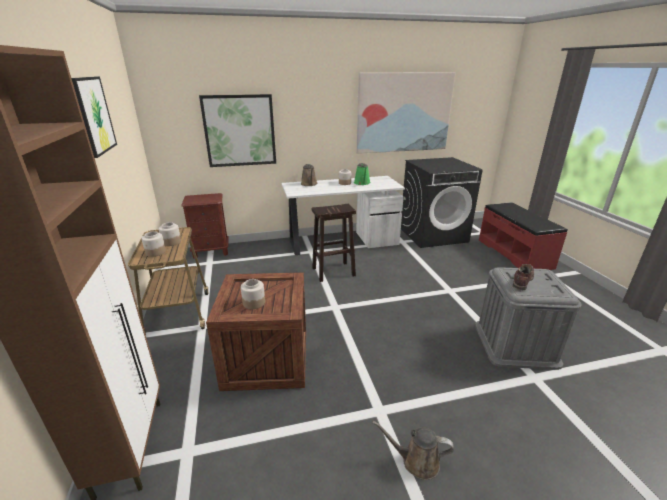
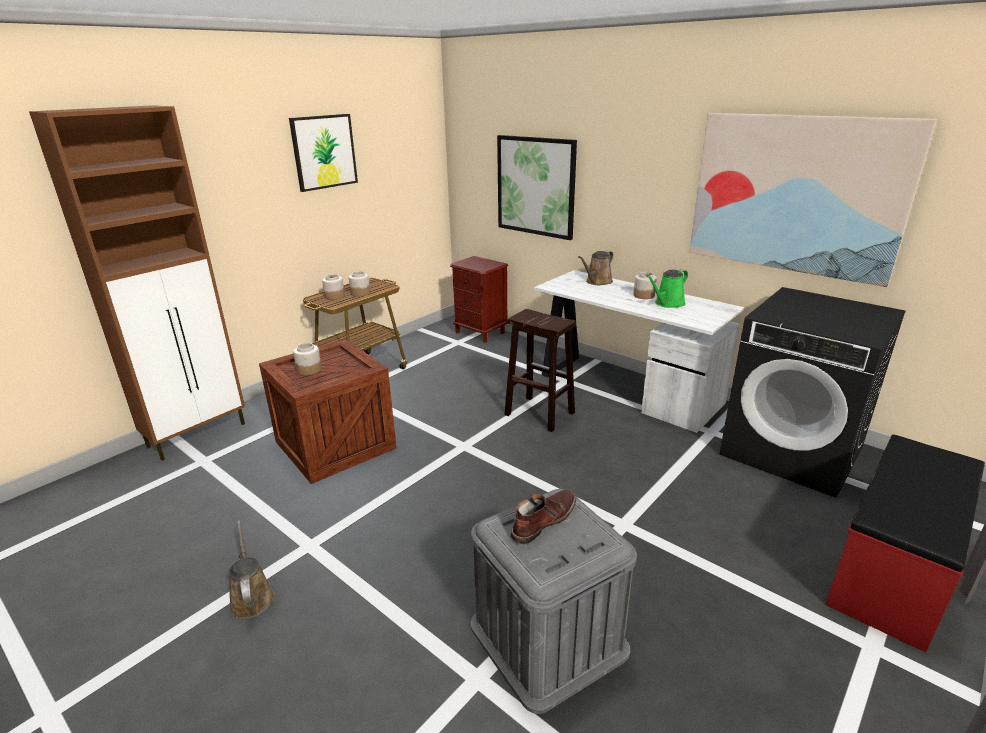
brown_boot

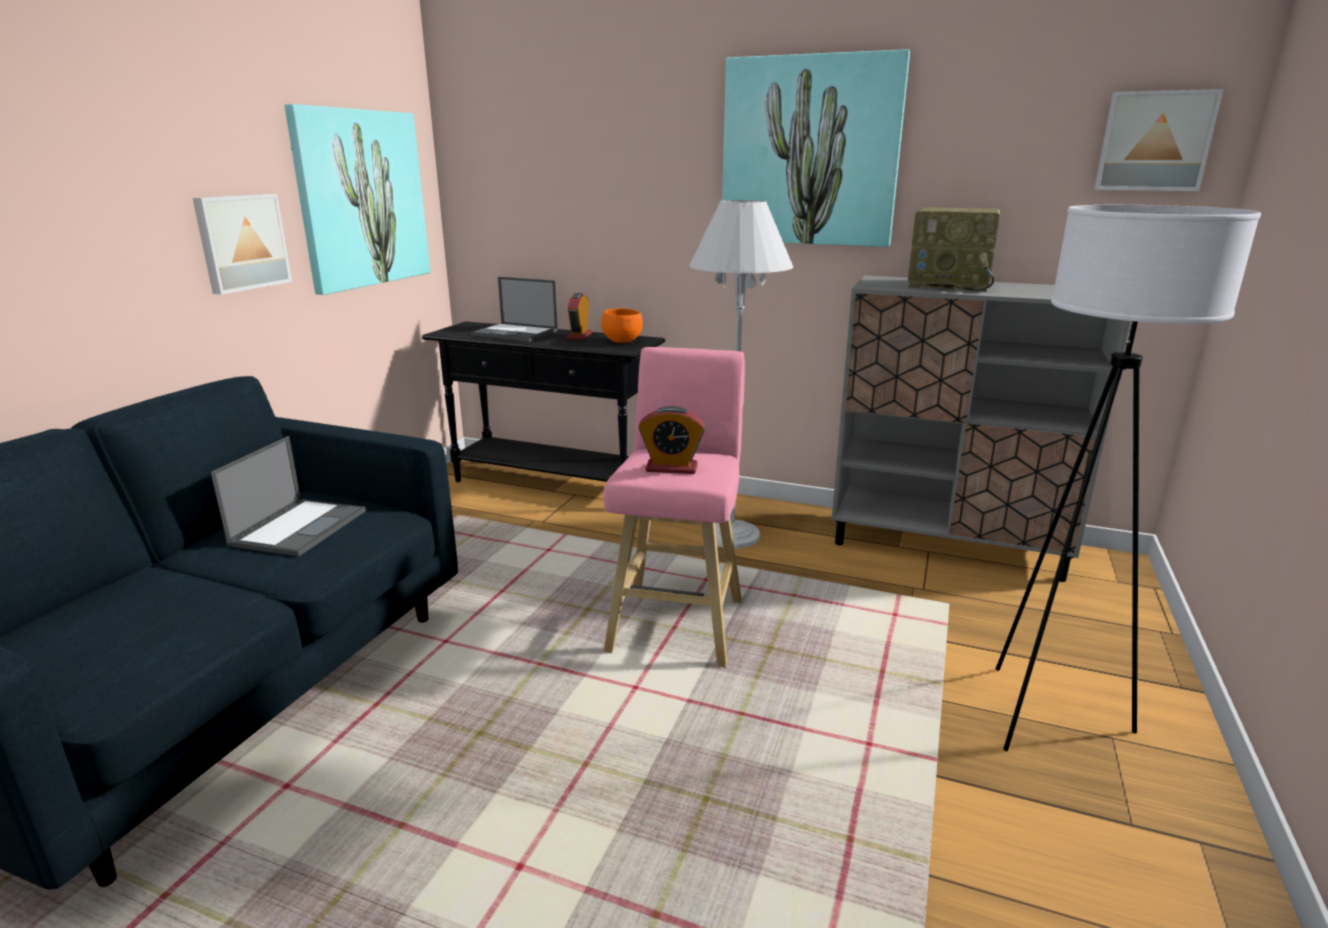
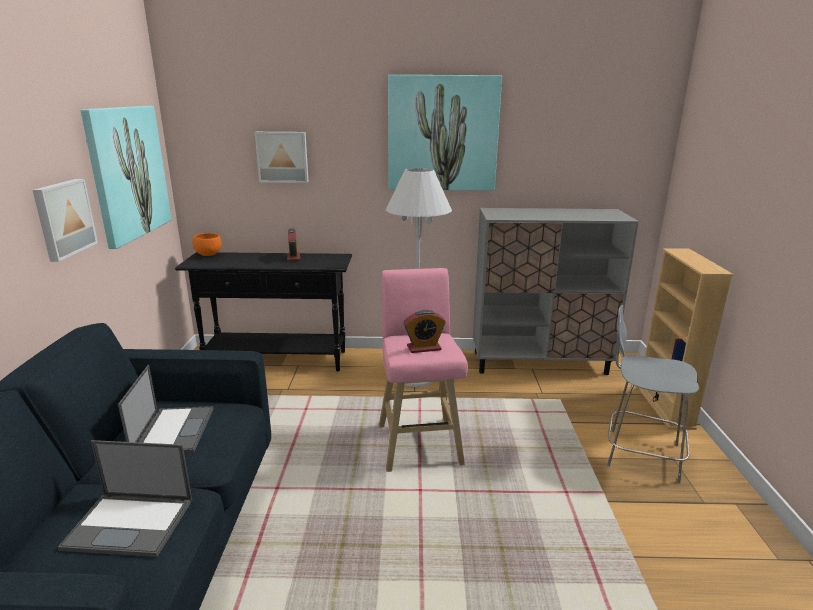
laptop (1st from left)
orange_bowl
radio
grey_stool
picture (3rd from left)
beige_bookcase

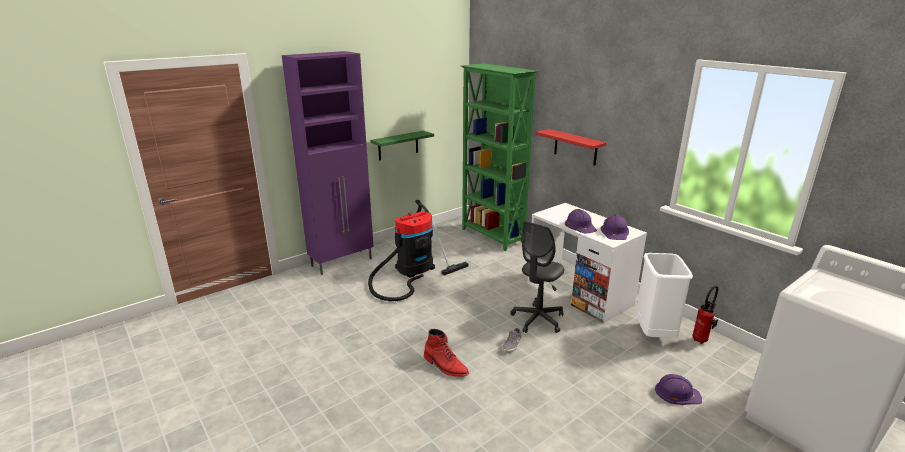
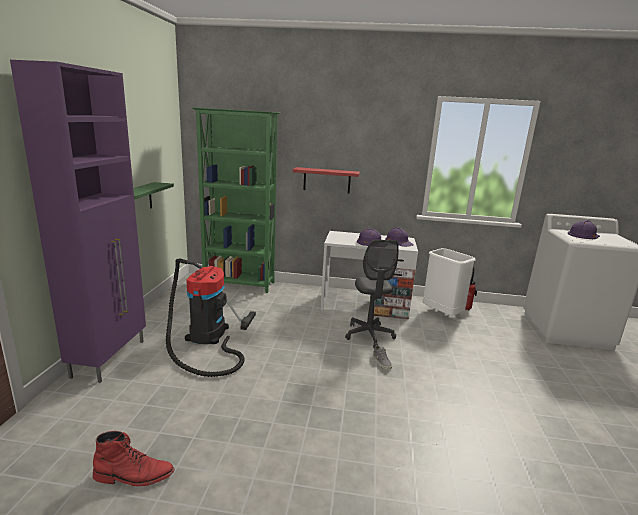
red_boot
purple_hard_hat (3rd from left)

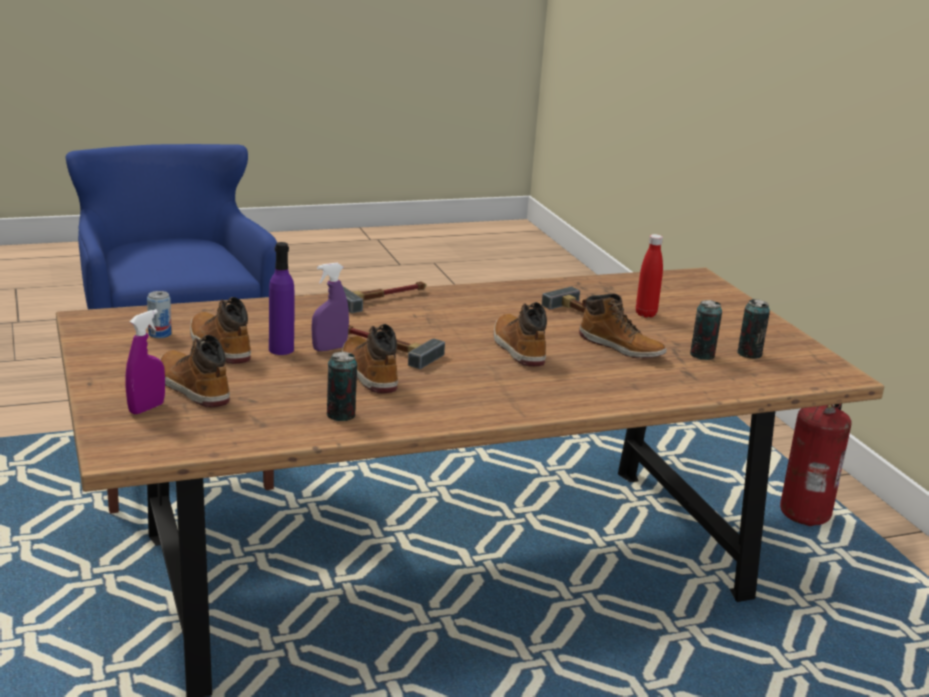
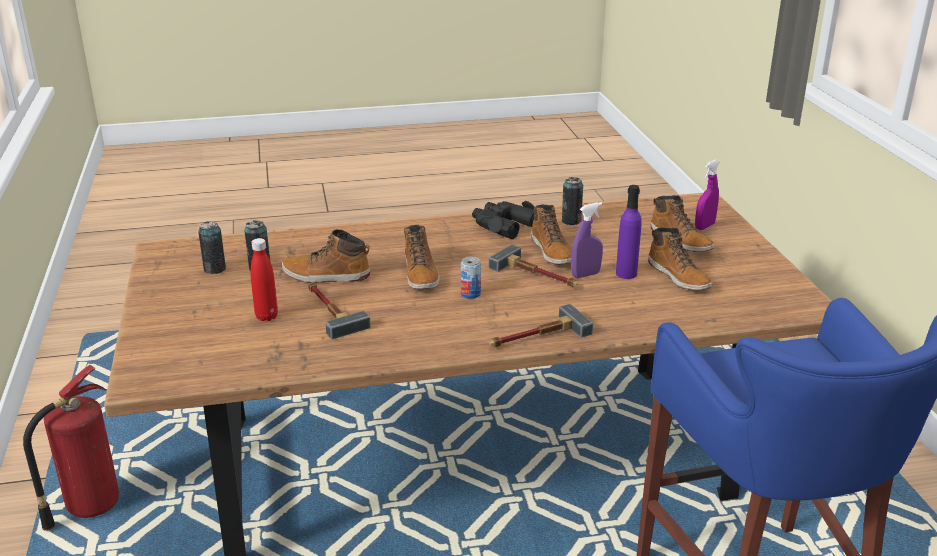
can (3rd from left)
boot (1st from left)
black_binoculars

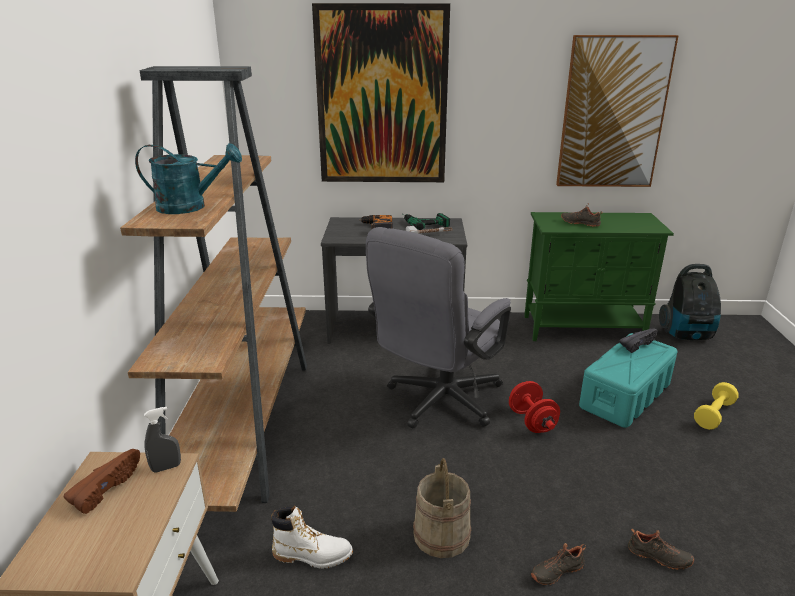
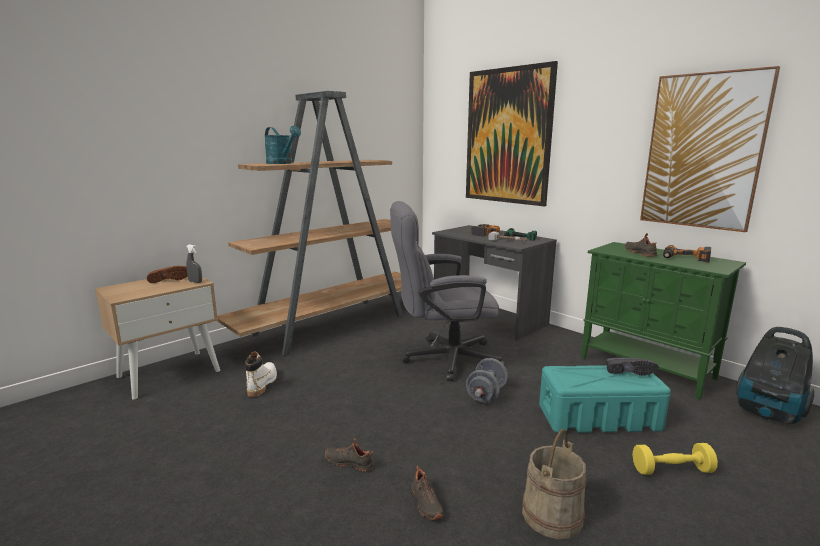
white_boot
beige_bucket
grey_dumbbell
power_drill (3rd from left)

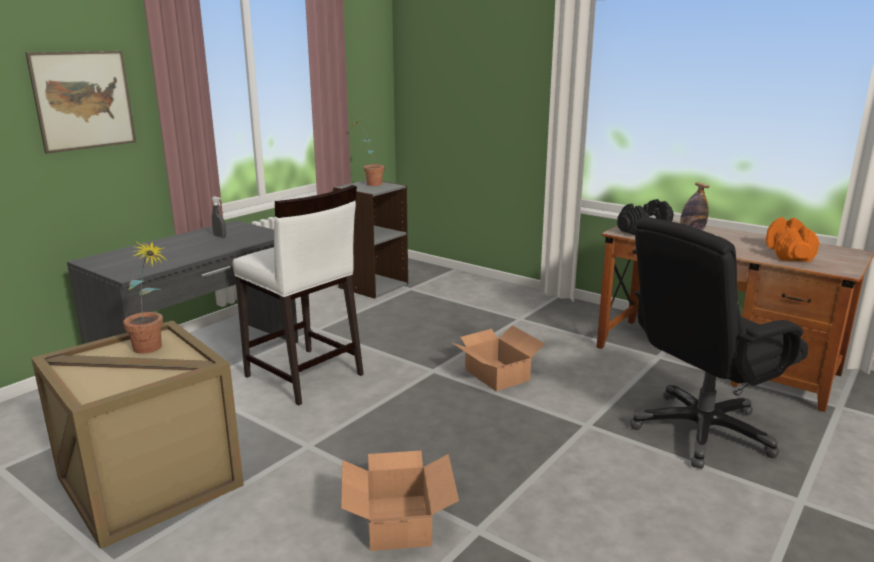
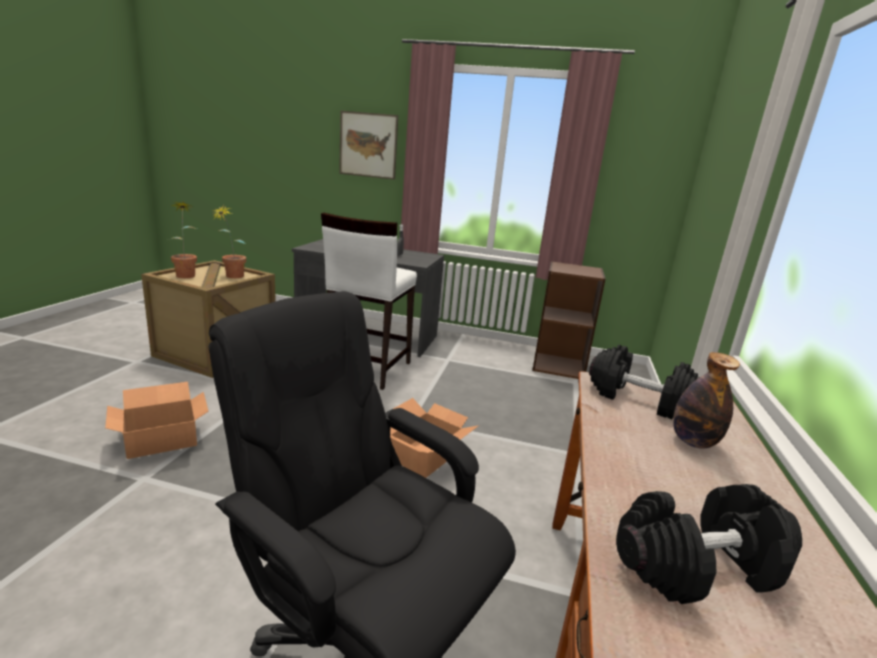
brown_bookcase
potted_plant (1st from left)
black_dumbbell (2nd from left)

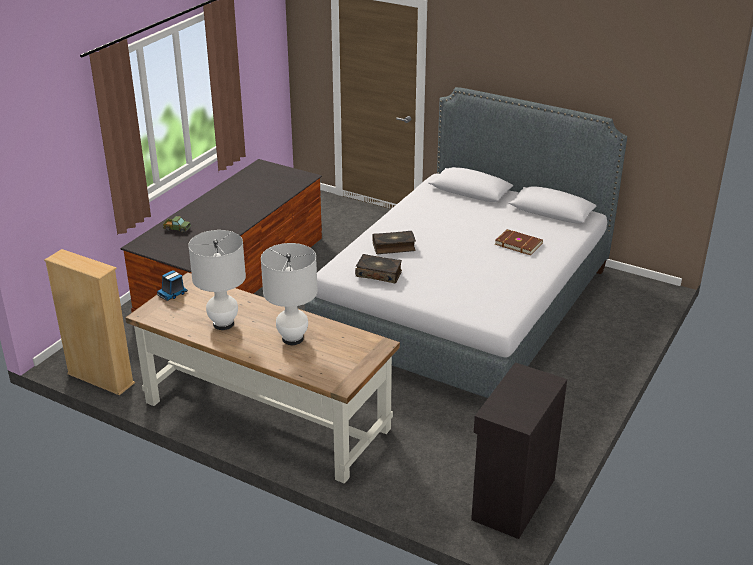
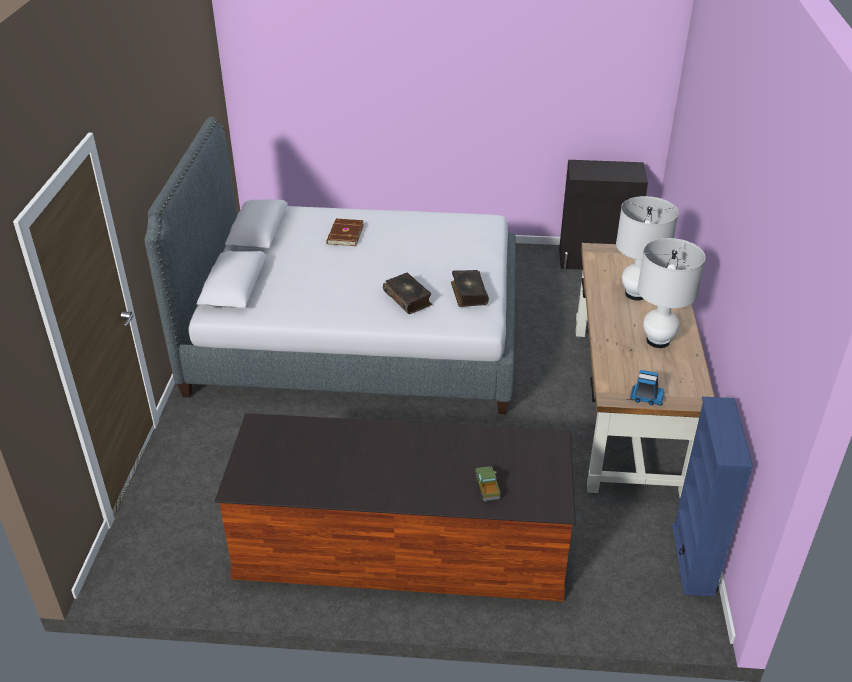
blue_bookcase

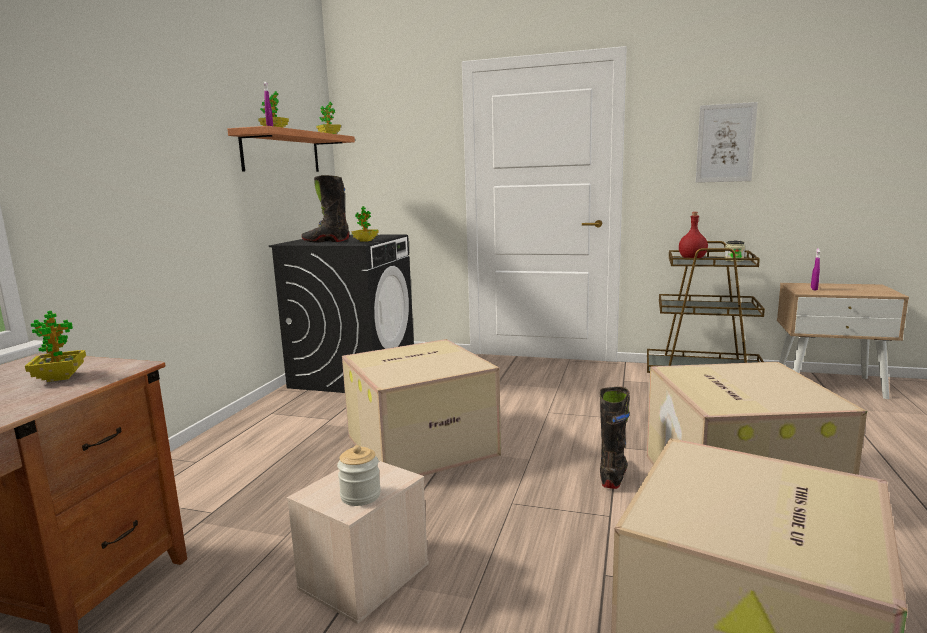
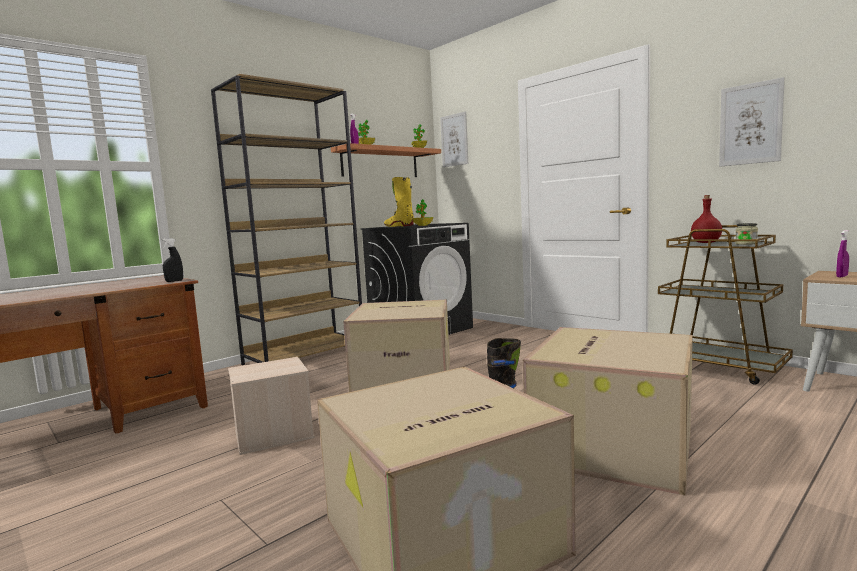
potted_plant (1st from left in the first image)
yellow_boot
jar (1st from left in the first image)
black_spray_bottle
brown_bookcase
picture (1st from left)

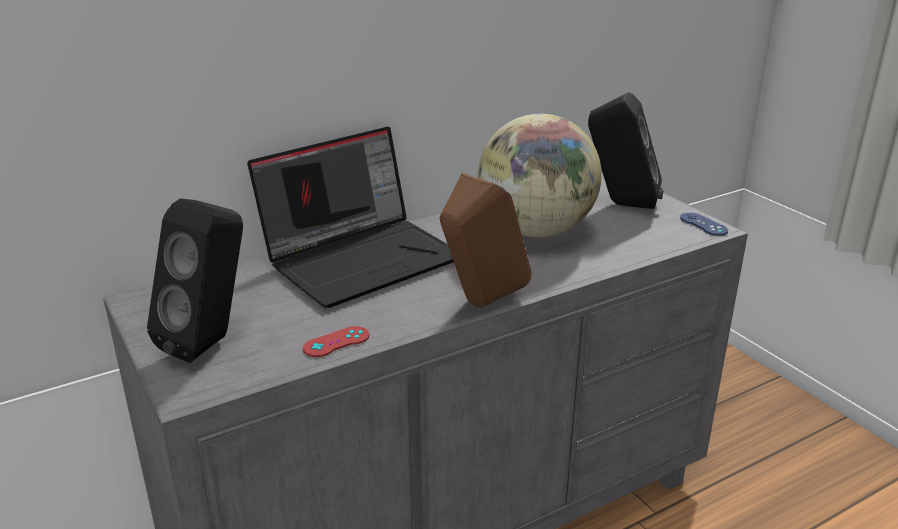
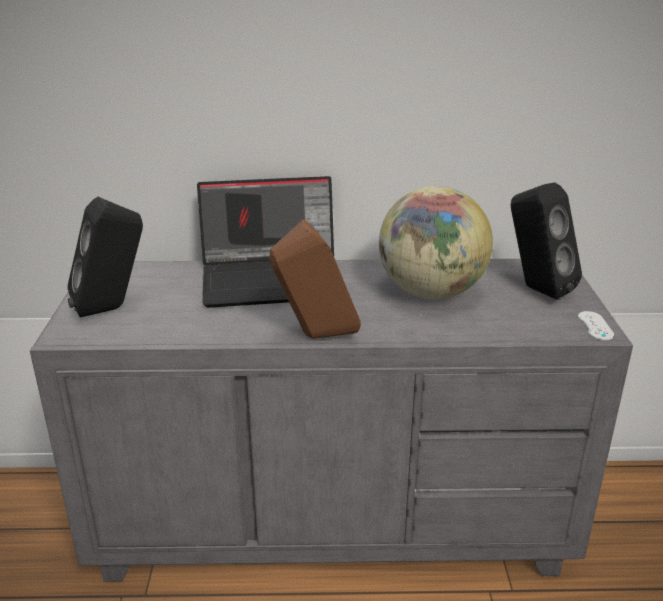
red_game_controller
white_game_controller

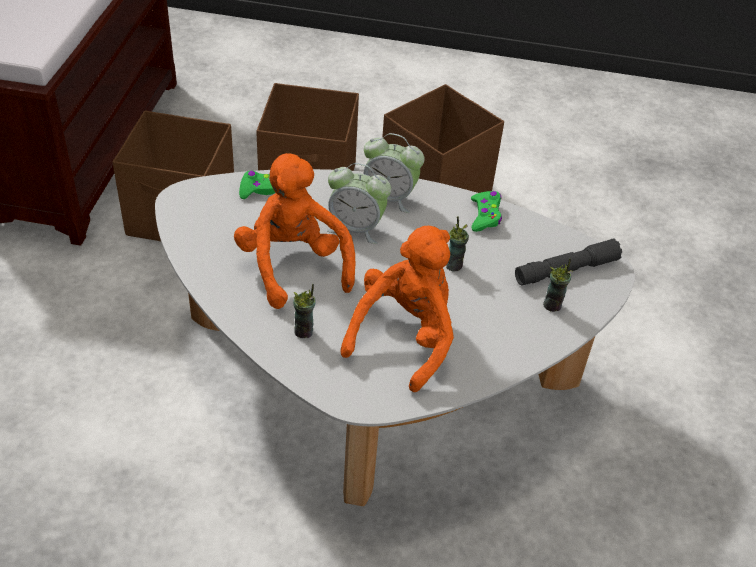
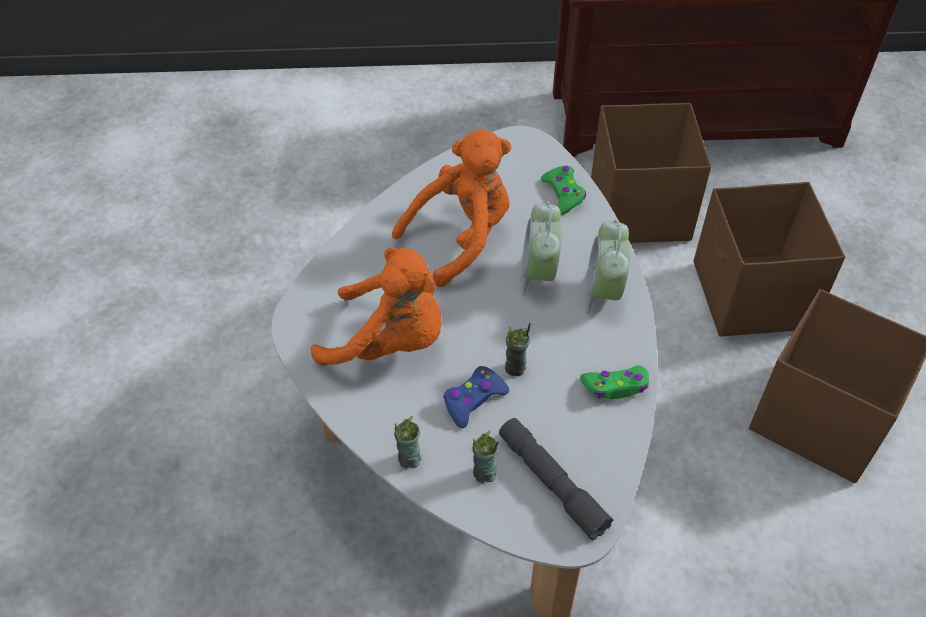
cup (1st from left)
blue_game_controller

